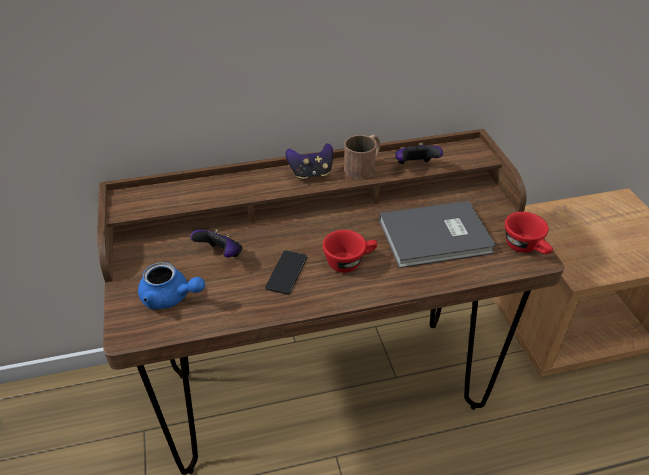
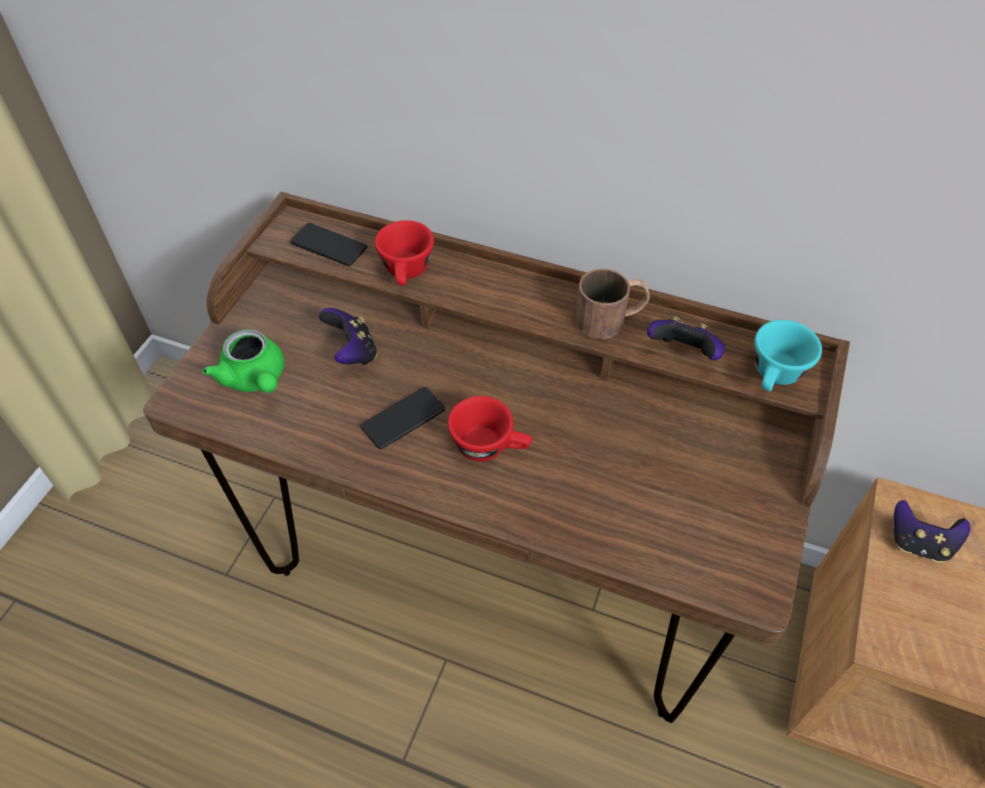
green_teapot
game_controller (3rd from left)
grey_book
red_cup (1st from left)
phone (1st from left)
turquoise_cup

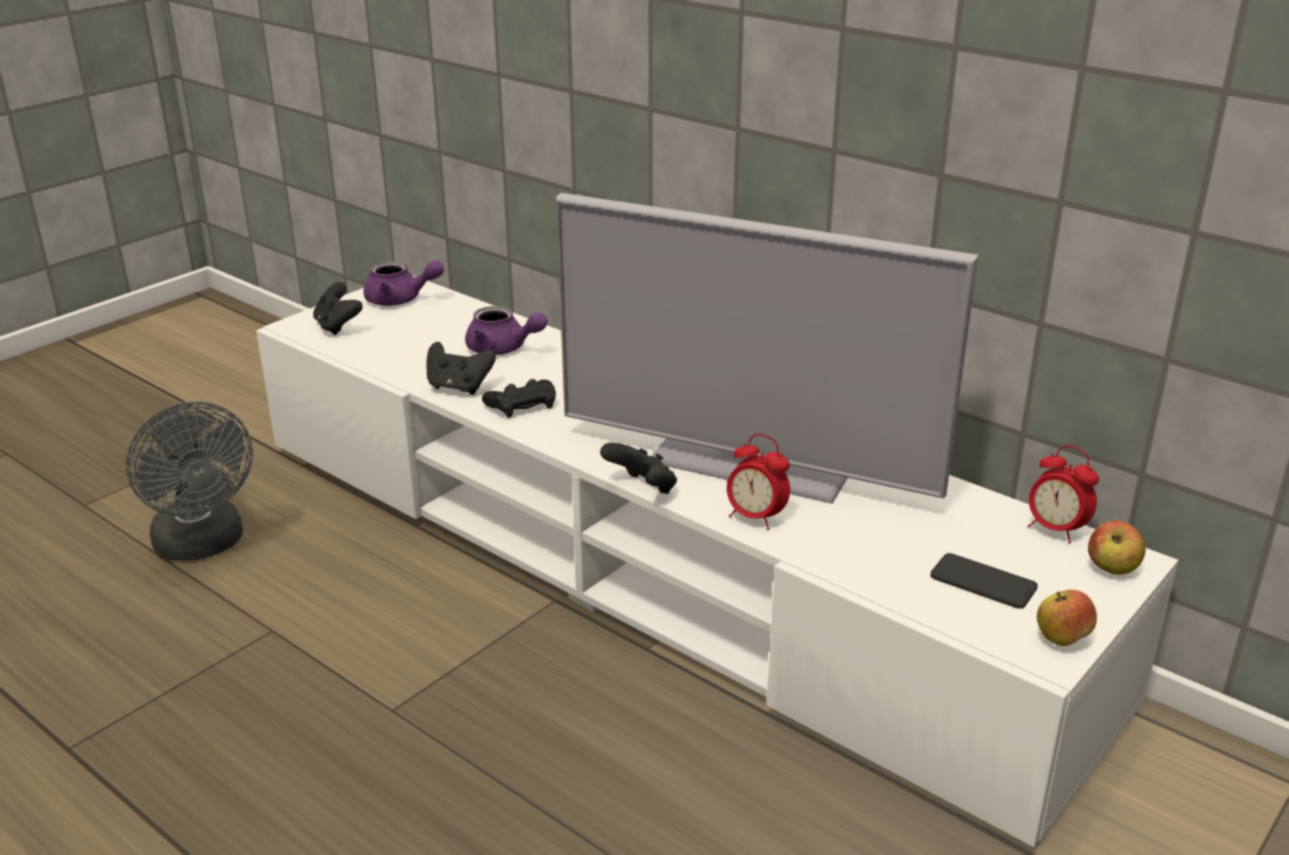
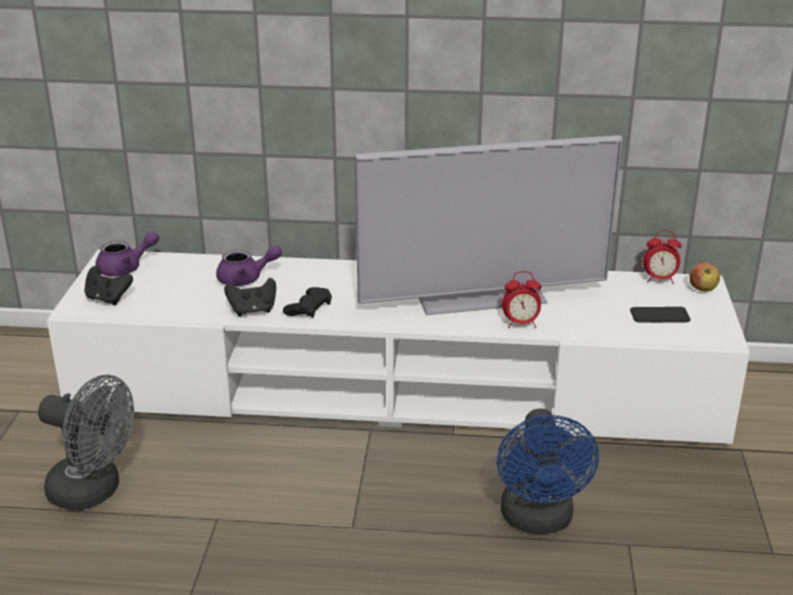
black_game_controller (4th from left in the first image)
apple (1st from left in the first image)
blue_fan

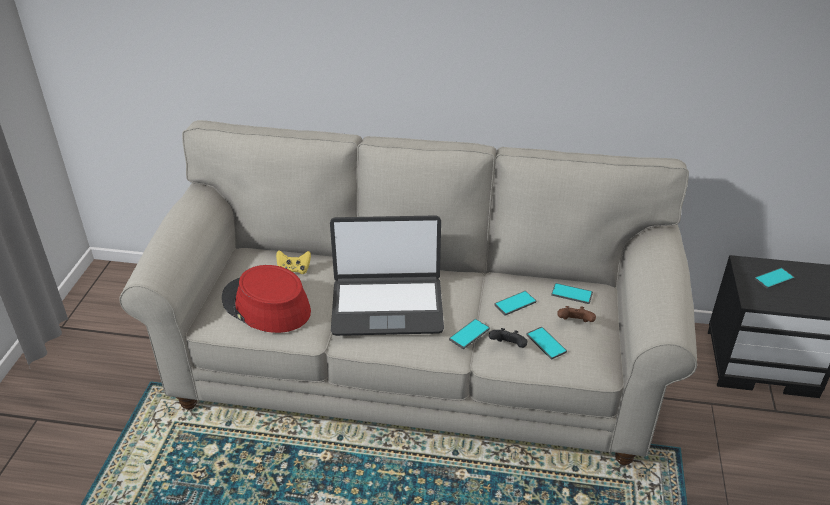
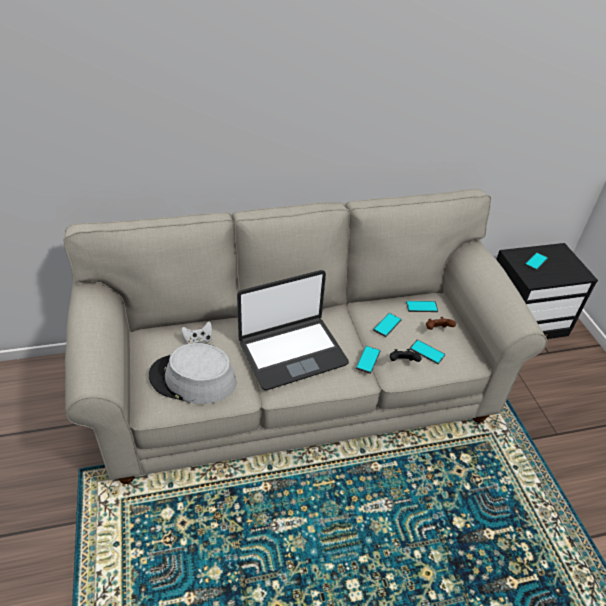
grey_hat
white_game_controller

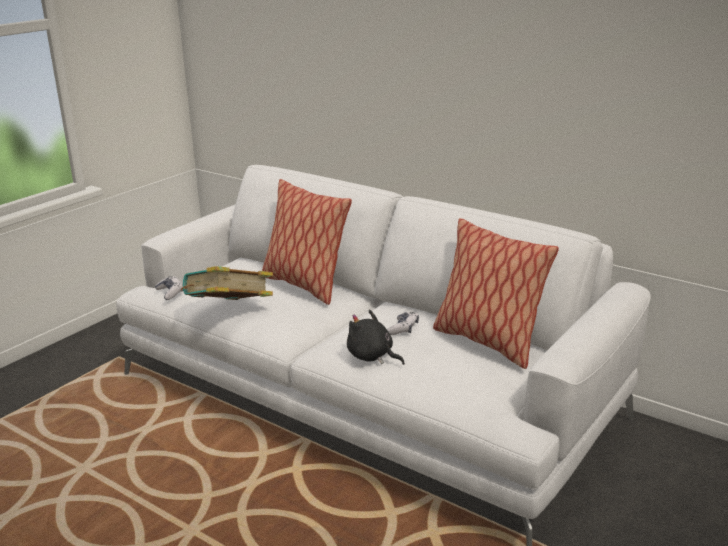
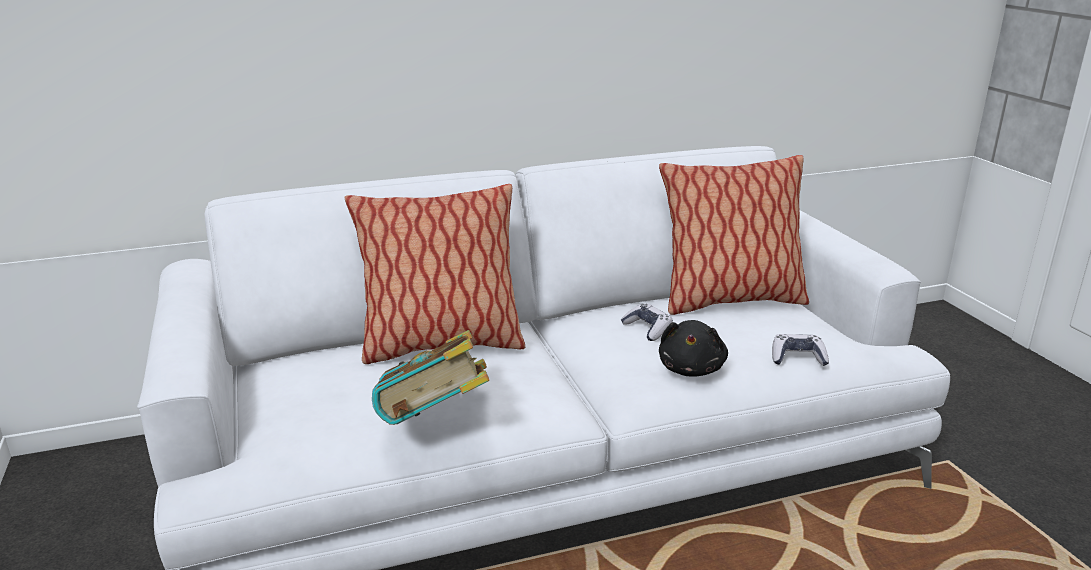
game_controller (2nd from left)
black_plush_toy

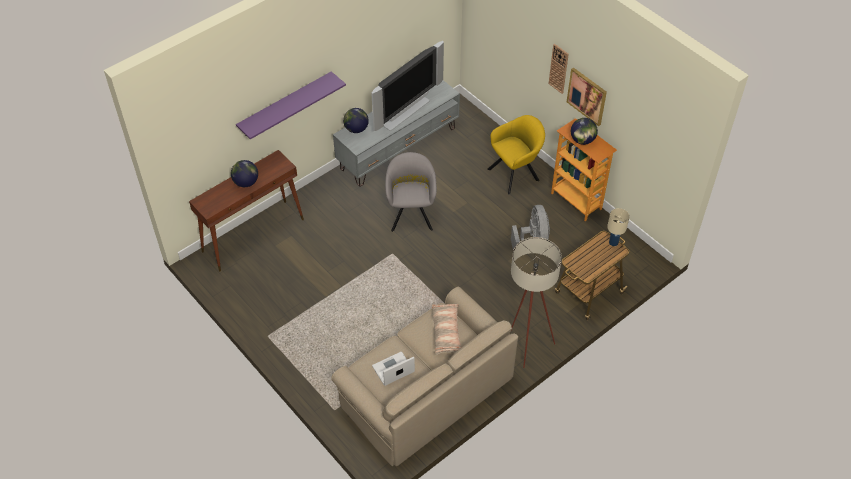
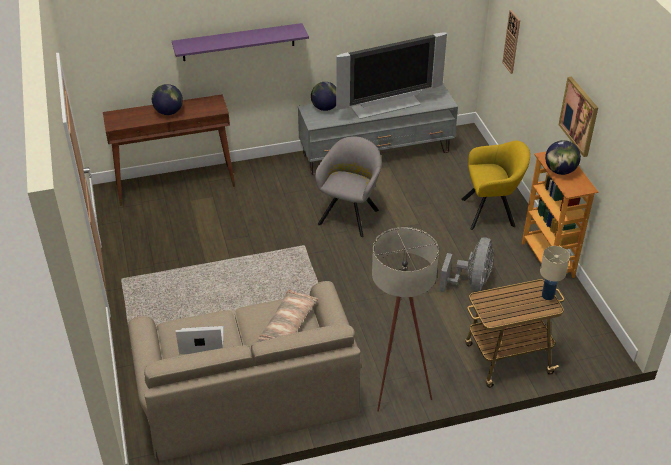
wall_clock

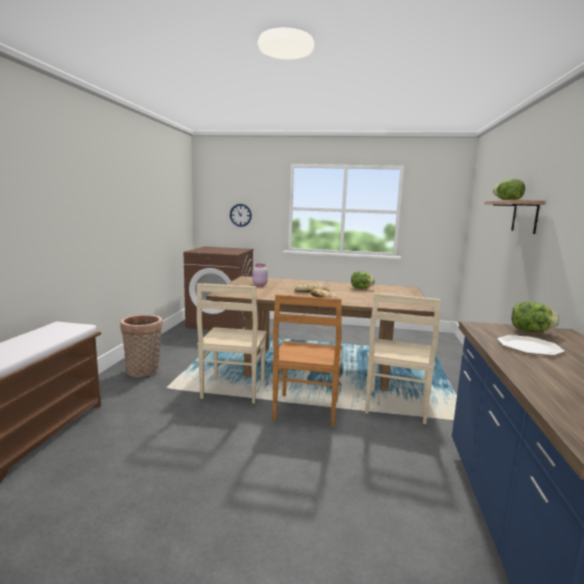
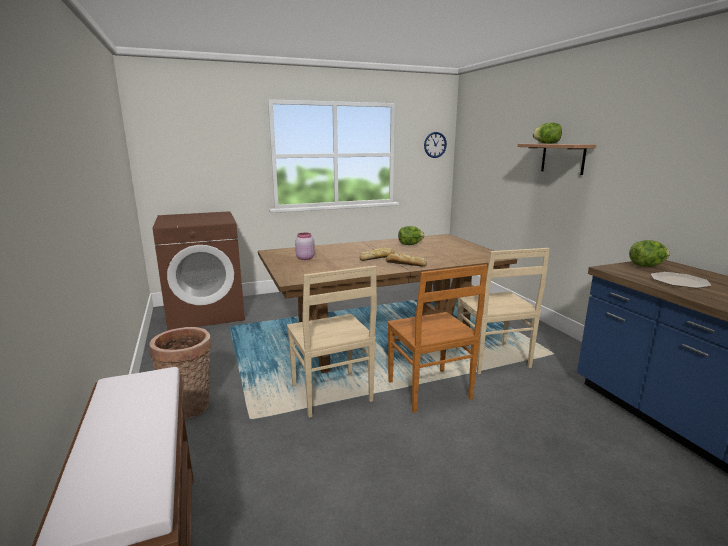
wall_clock

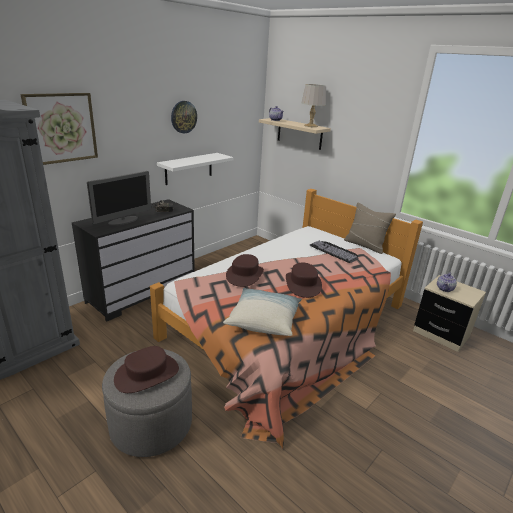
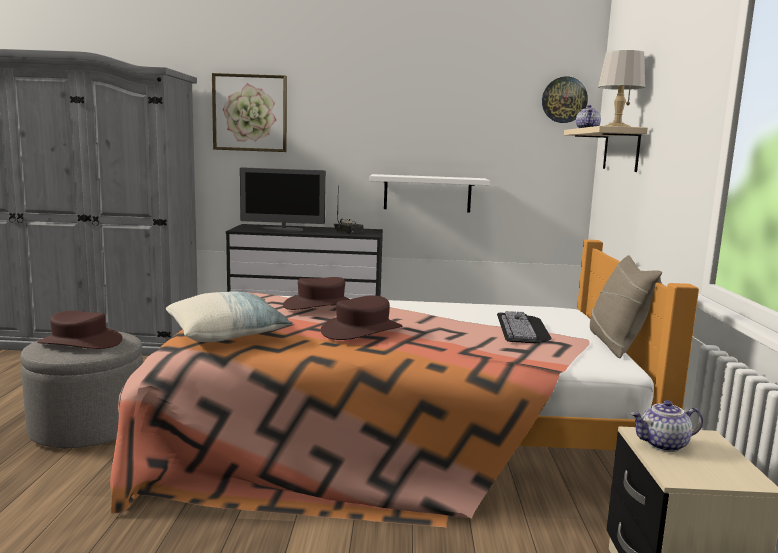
wall_clock

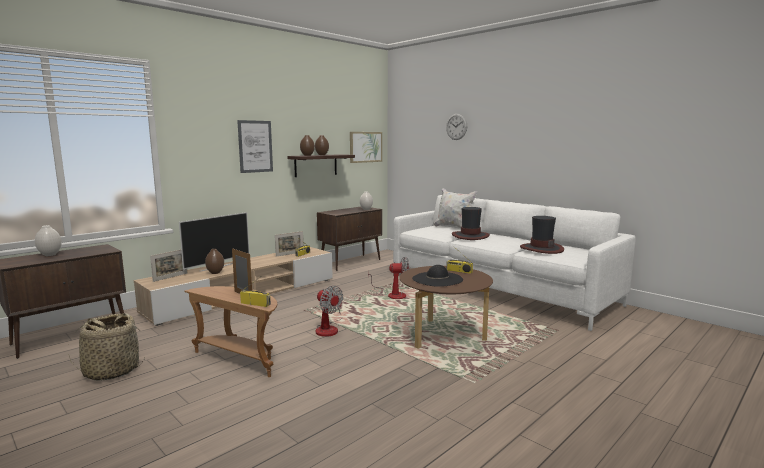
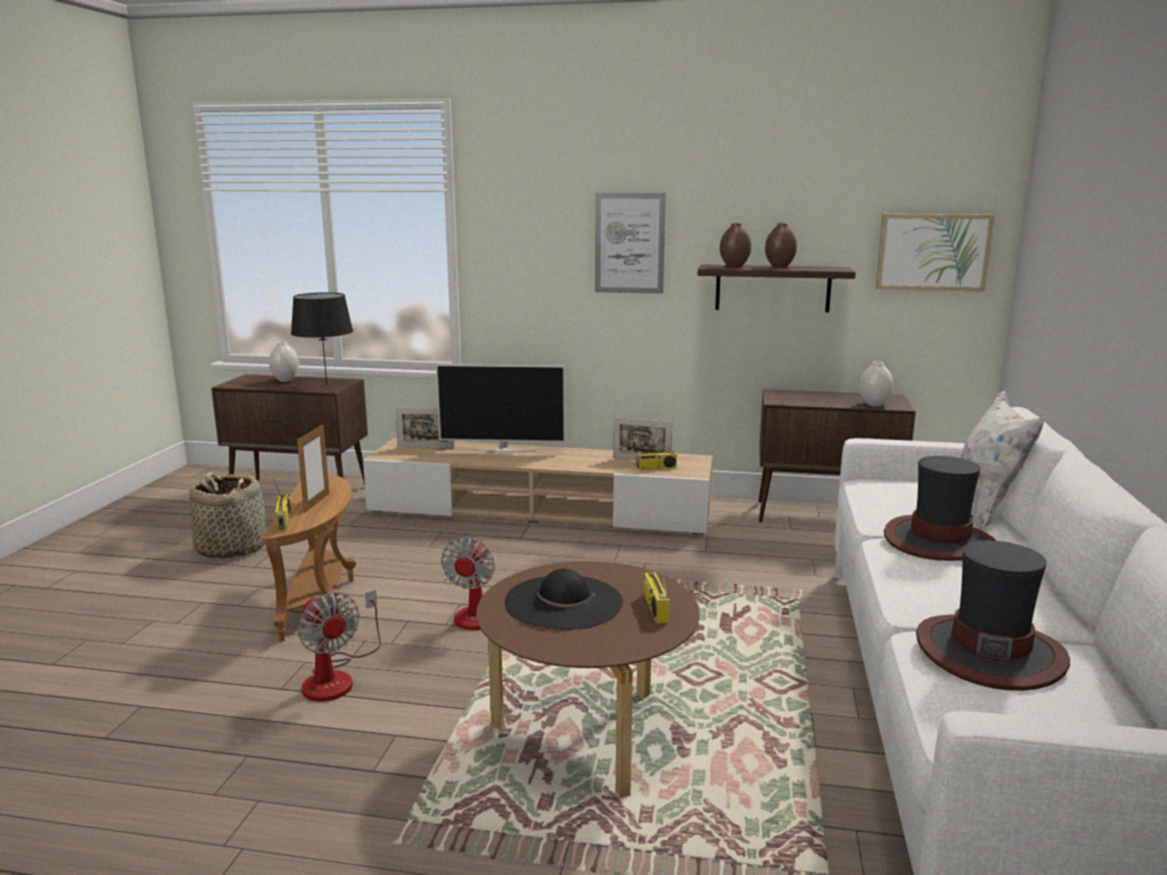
brown_vase (1st from left in the first image)
fan (1st from left)
wall_clock
black_table_lamp

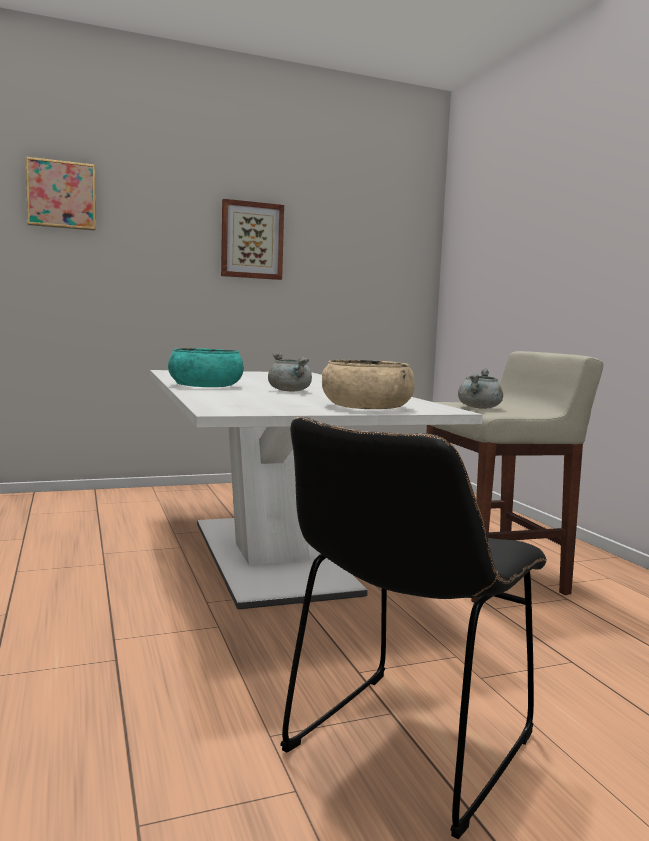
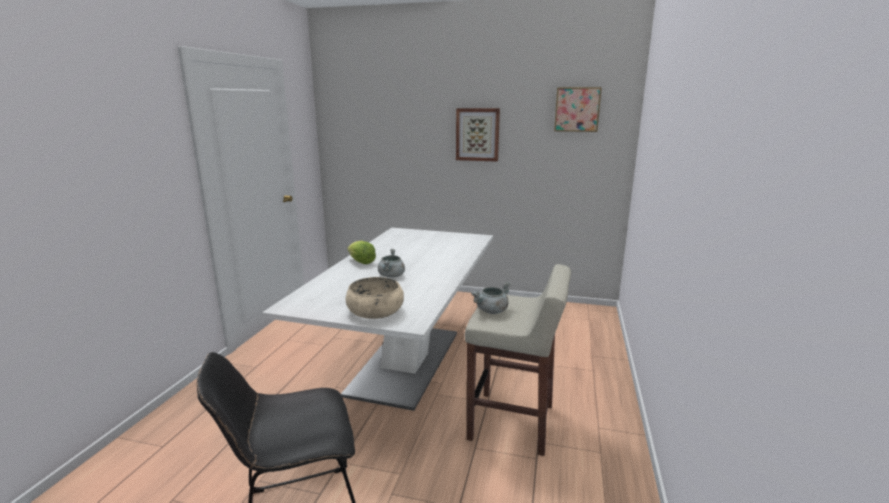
picture (2nd from left)
lettuce

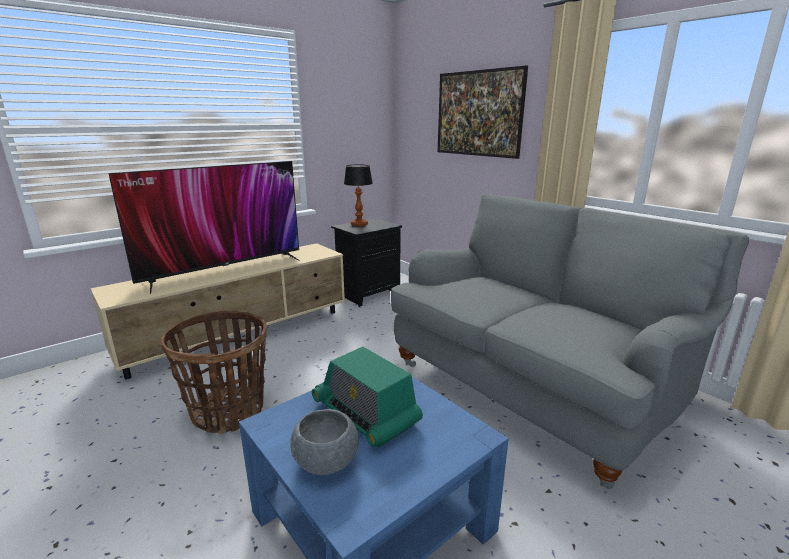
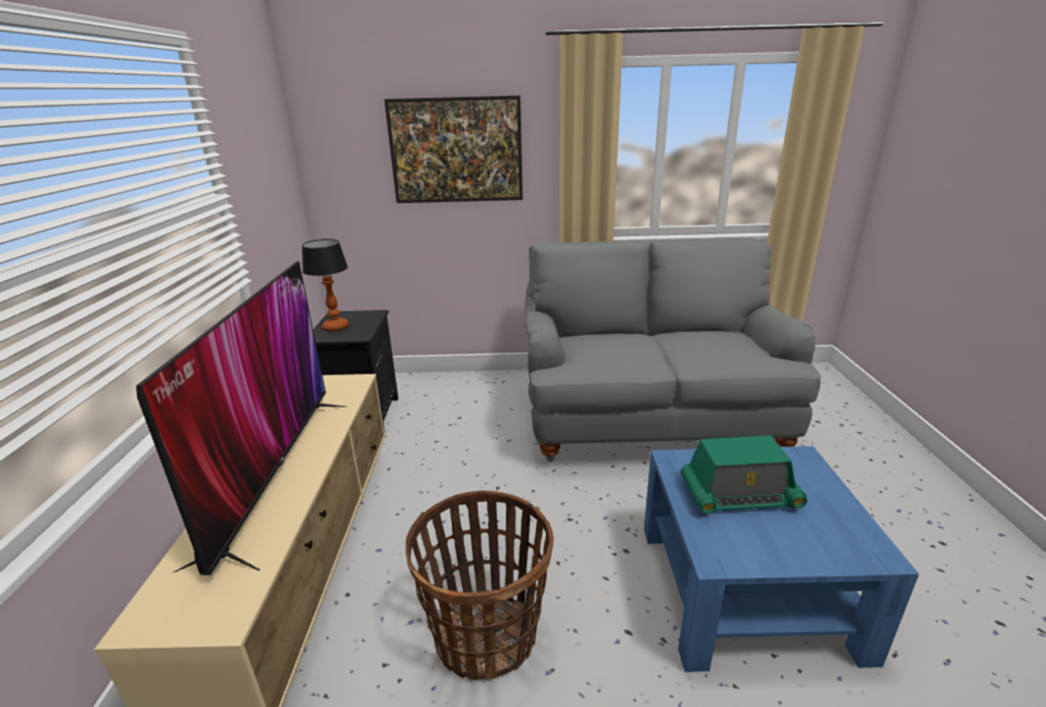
grey_bowl

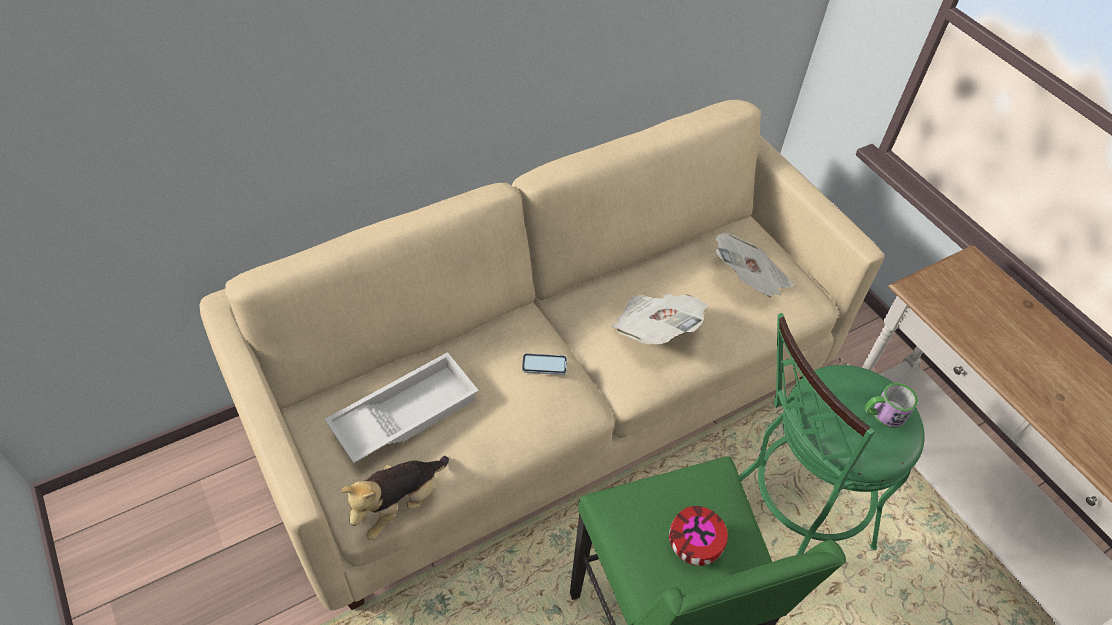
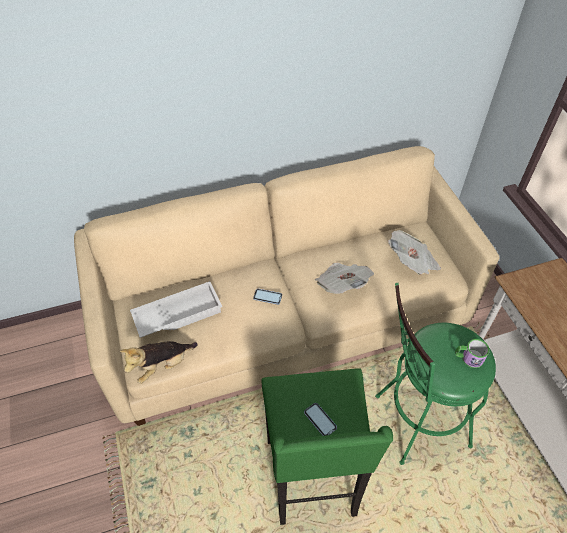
phone (2nd from left)

